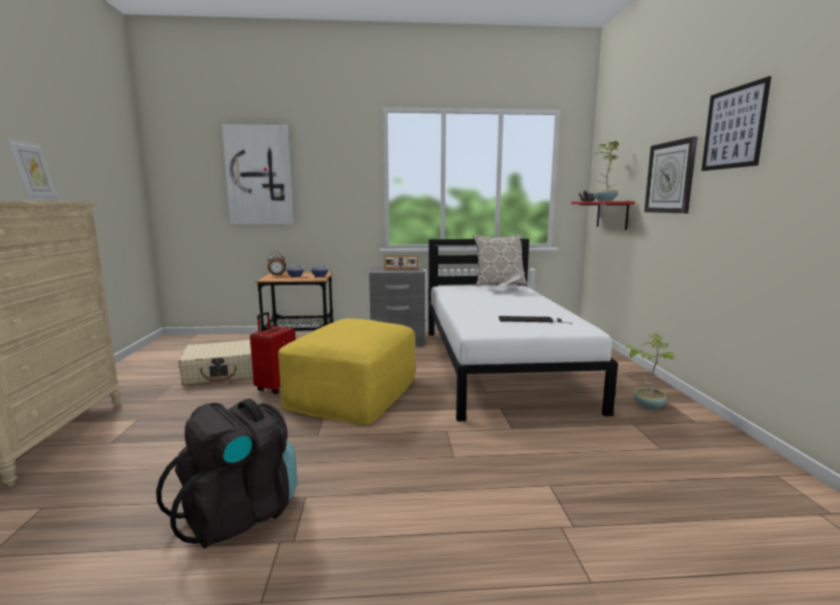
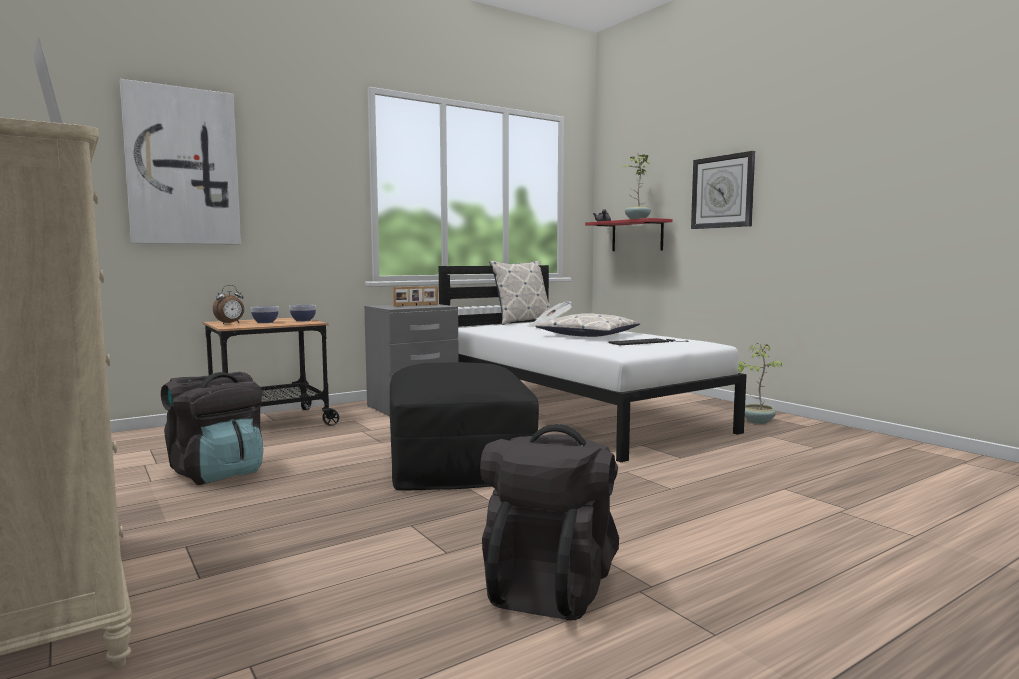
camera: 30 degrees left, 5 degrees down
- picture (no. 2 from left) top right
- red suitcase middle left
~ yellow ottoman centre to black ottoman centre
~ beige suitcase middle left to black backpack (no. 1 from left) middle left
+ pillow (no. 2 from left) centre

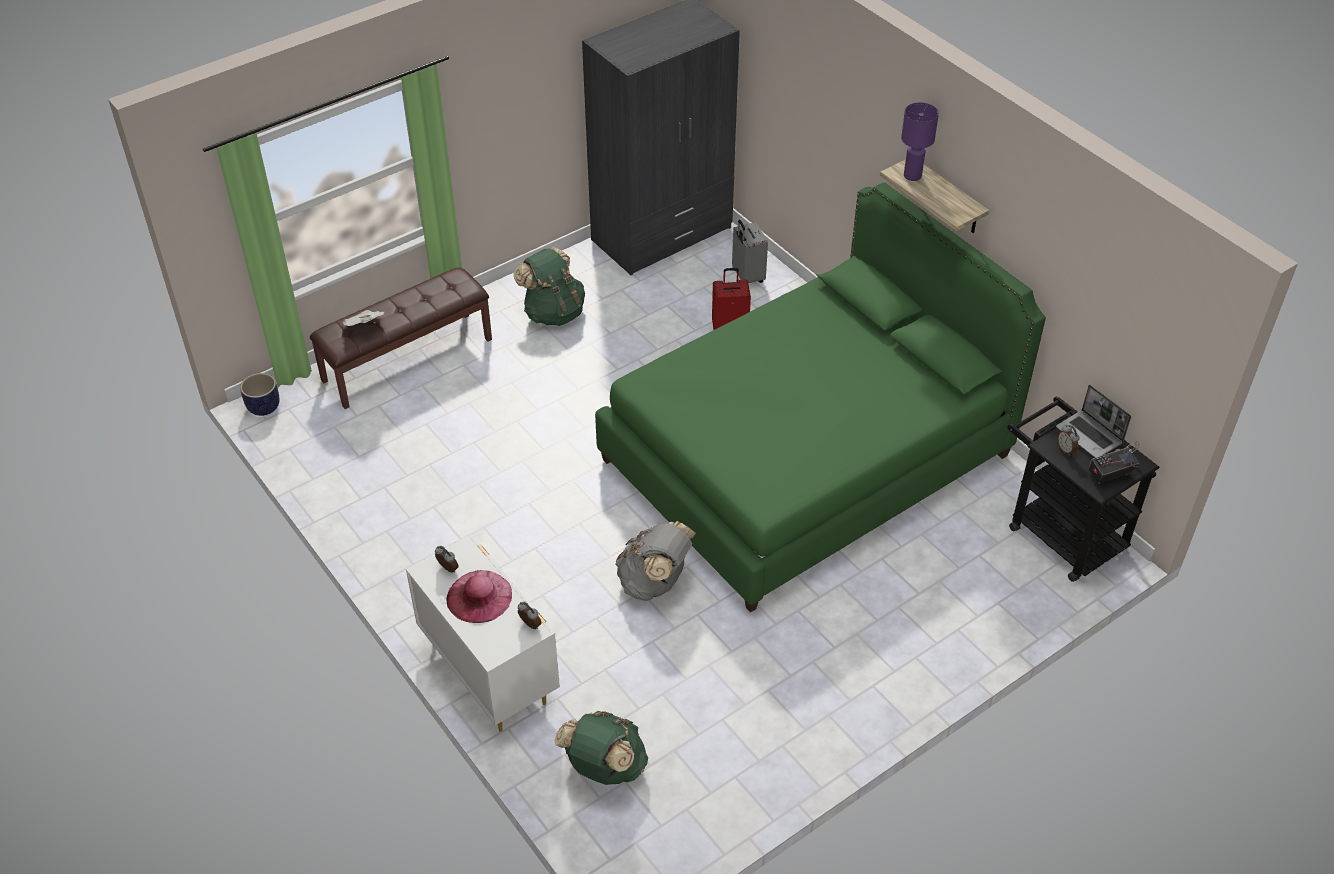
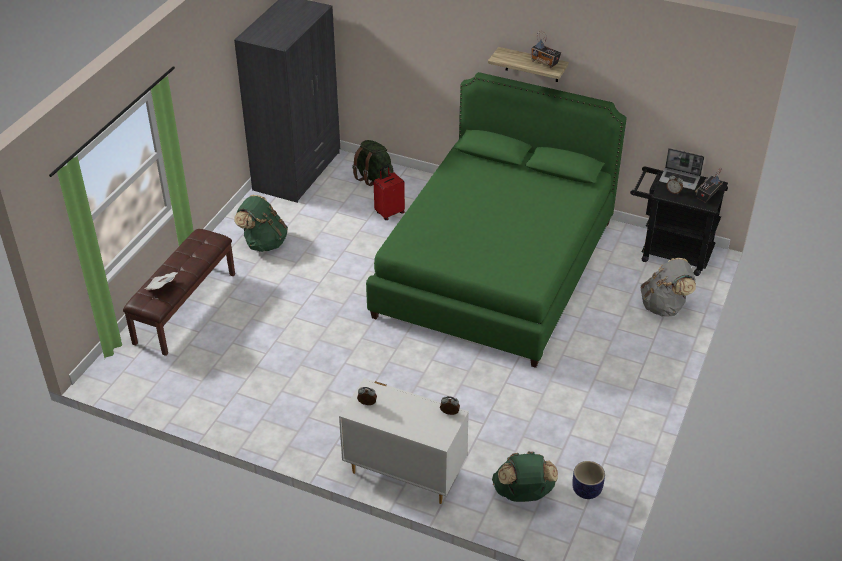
camera: 30 degrees left, 5 degrees down
- purple table lamp top right
~ grey suitcase top centre to green backpack (no. 2 from left) top centre
~ planter middle left to bottom right
~ grey backpack centre to middle right
- pink hat bottom centre
+ radio (no. 1 from left) top centre

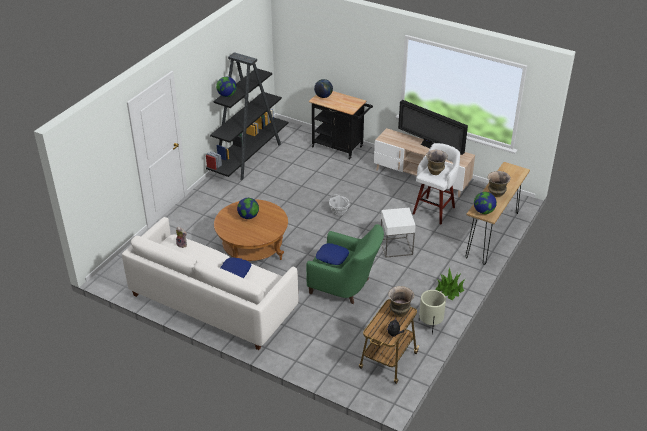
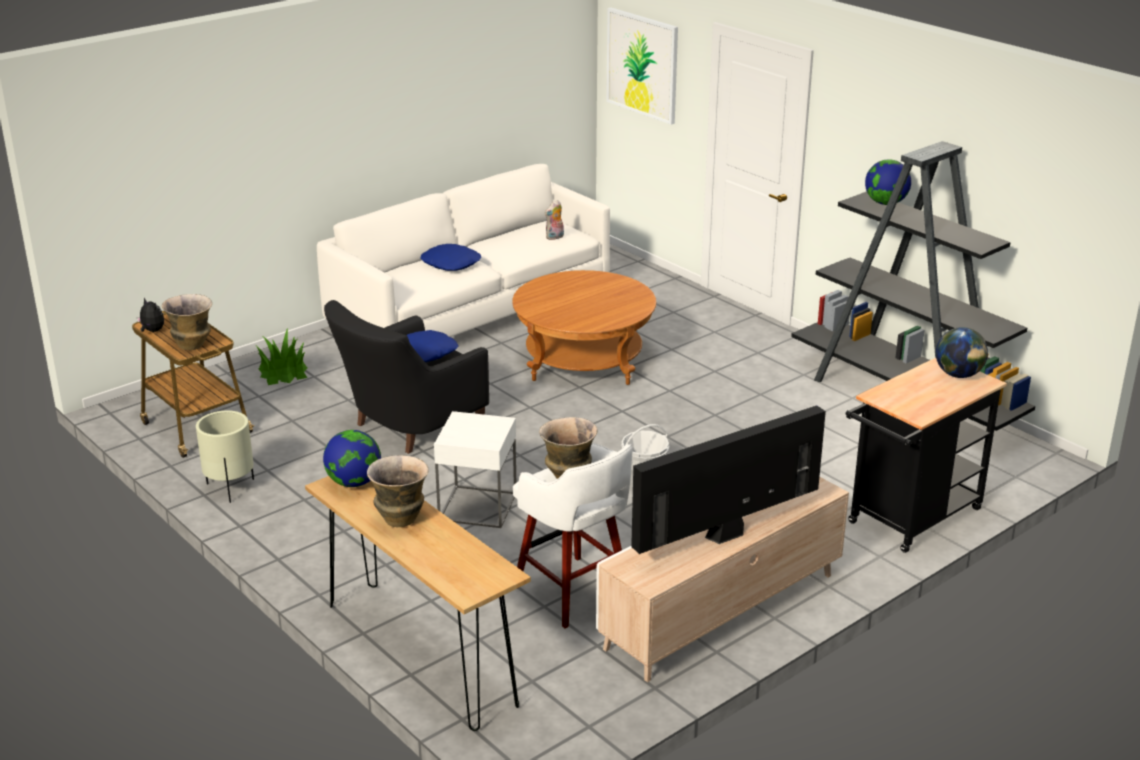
camera: 110 degrees right, 10 degrees down
- globe (no. 2 from left) centre
~ green armchair centre to black armchair centre
~ potted plant middle right to middle left
+ picture top centre

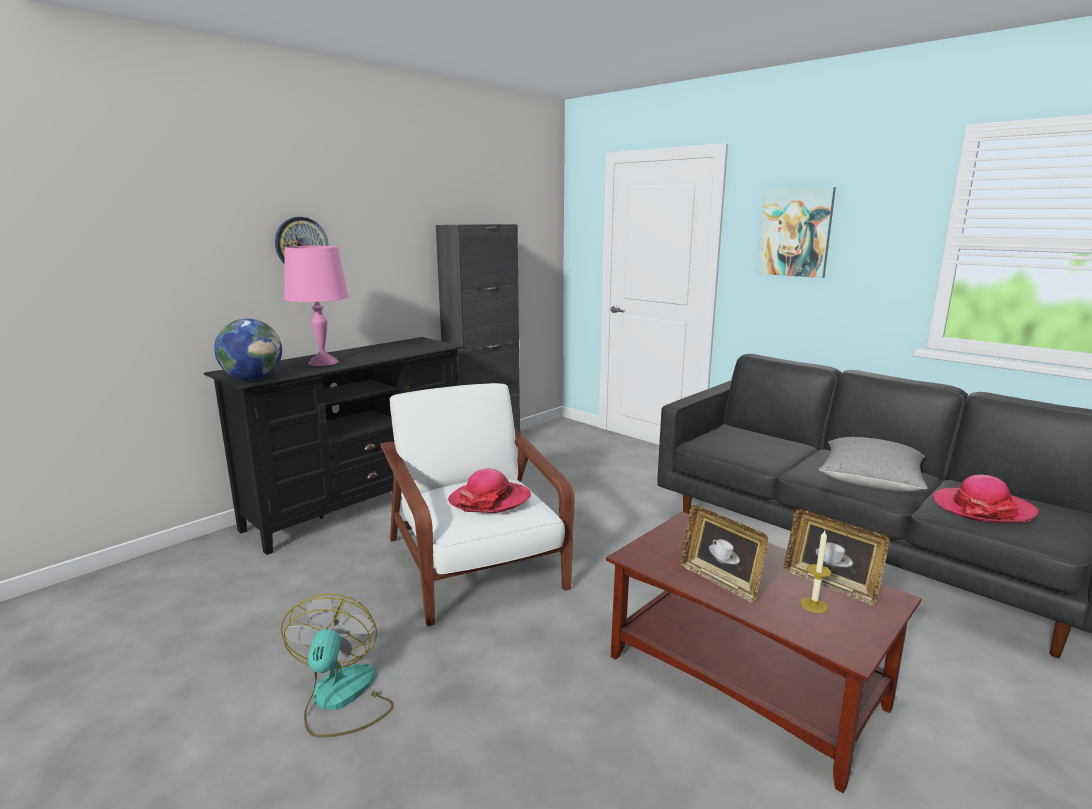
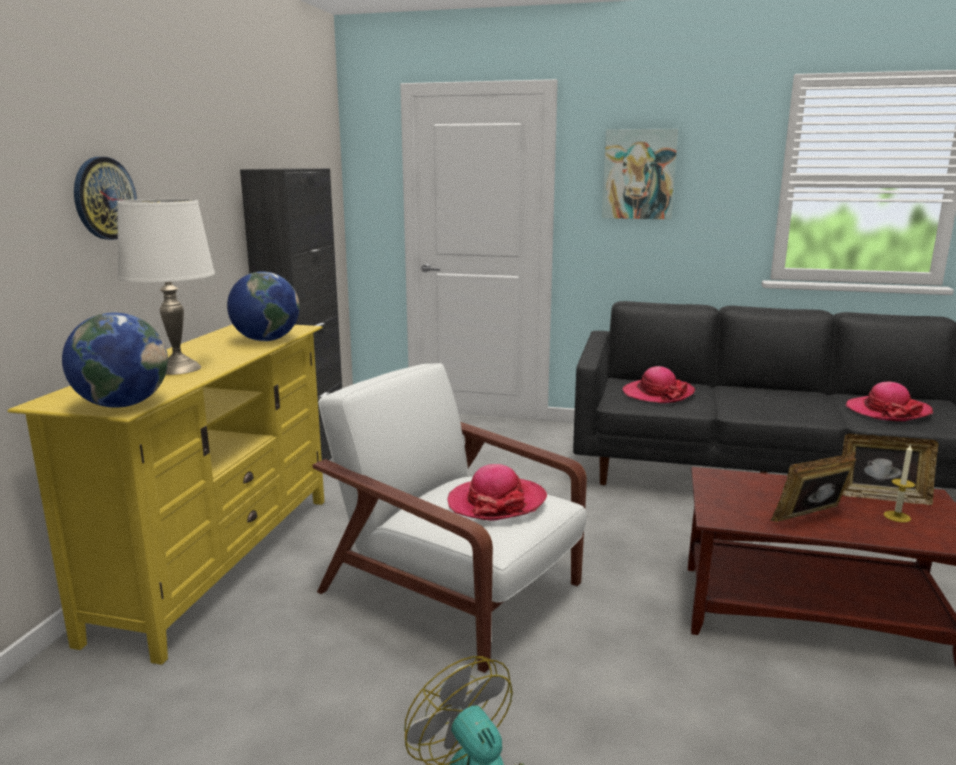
camera: 30 degrees left, 0 degrees up
~ pink table lamp middle left to white table lamp middle left
~ black tv stand middle left to yellow tv stand middle left
- grey pillow middle right
~ picture frame (no. 1 from left) bottom centre = middle right 135 degrees clockwise
+ globe (no. 2 from left) middle left
+ hat (no. 2 from left) middle right

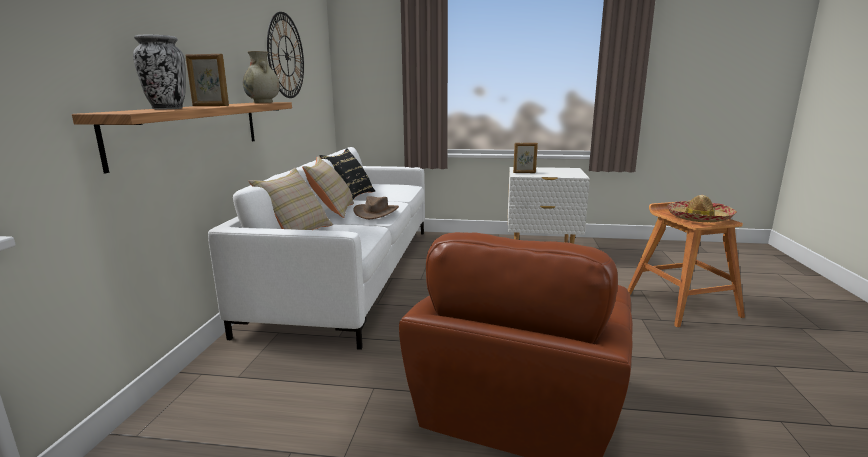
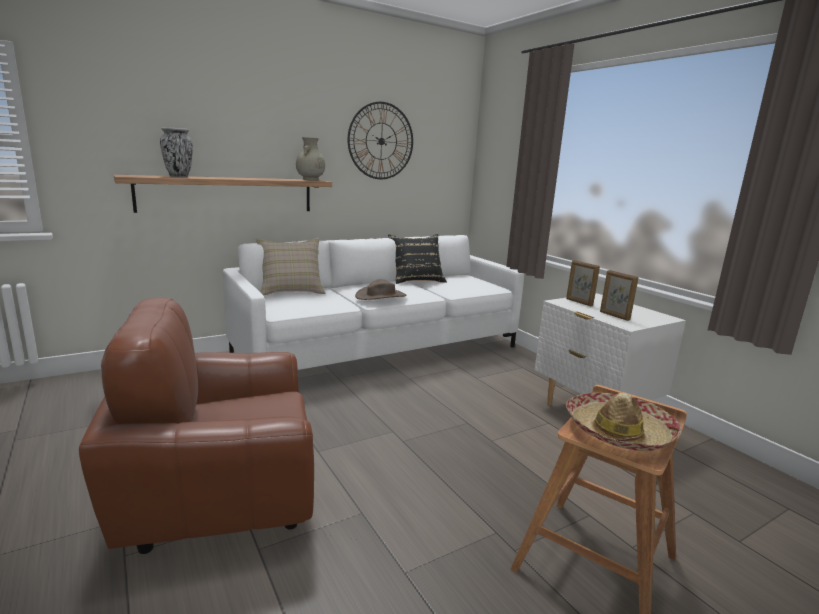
camera: 50 degrees right, 0 degrees up
~ picture frame (no. 1 from left in the first image) top left to picture frame (no. 2 from left) middle right
- beige pillow (no. 2 from left) centre

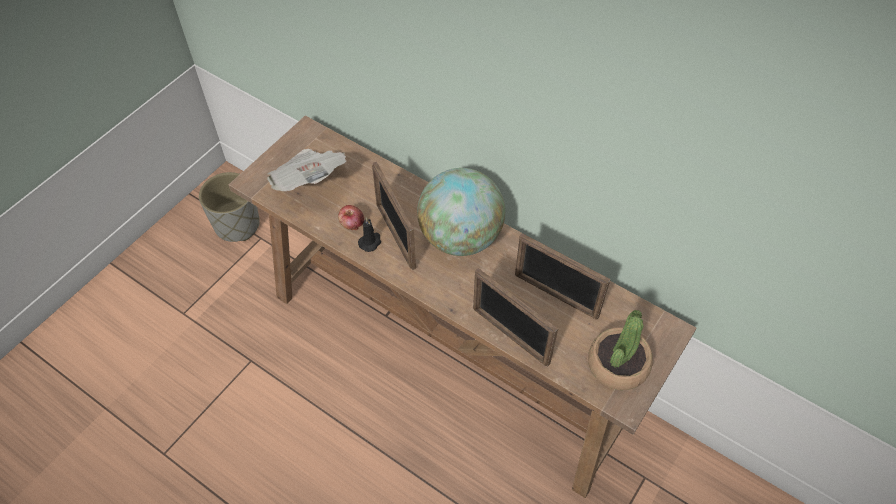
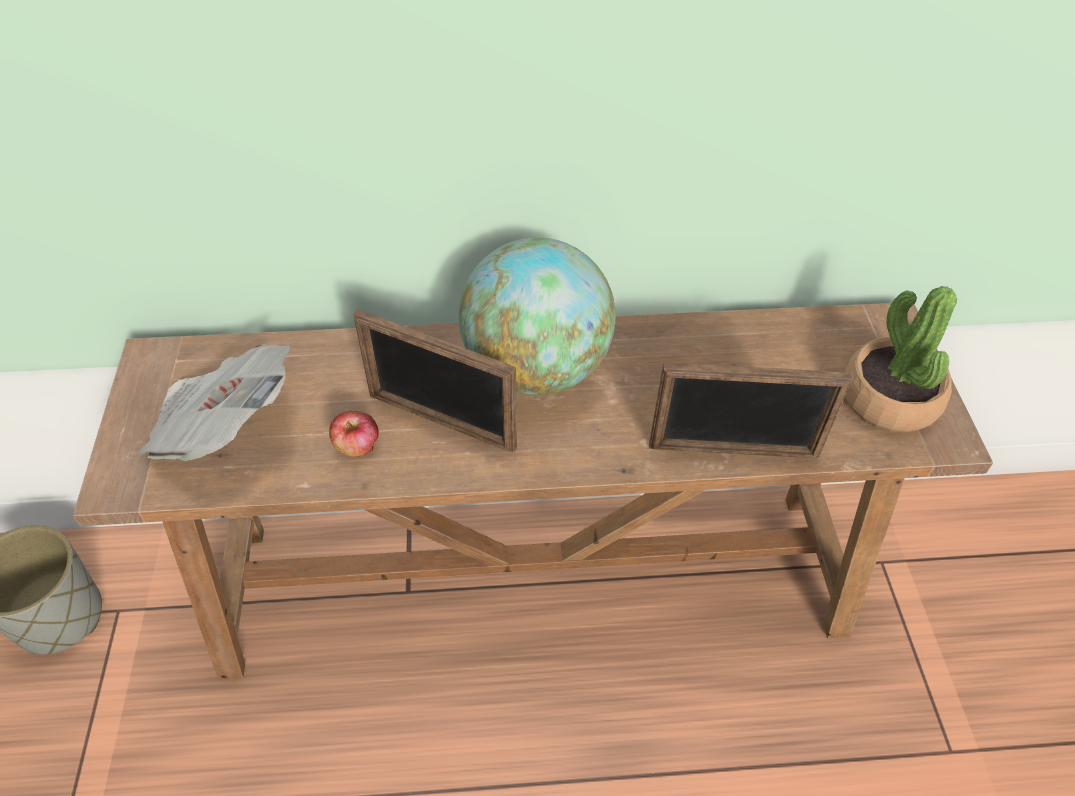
camera: 40 degrees left, 5 degrees down
- black candle centre
- picture frame (no. 3 from left) centre

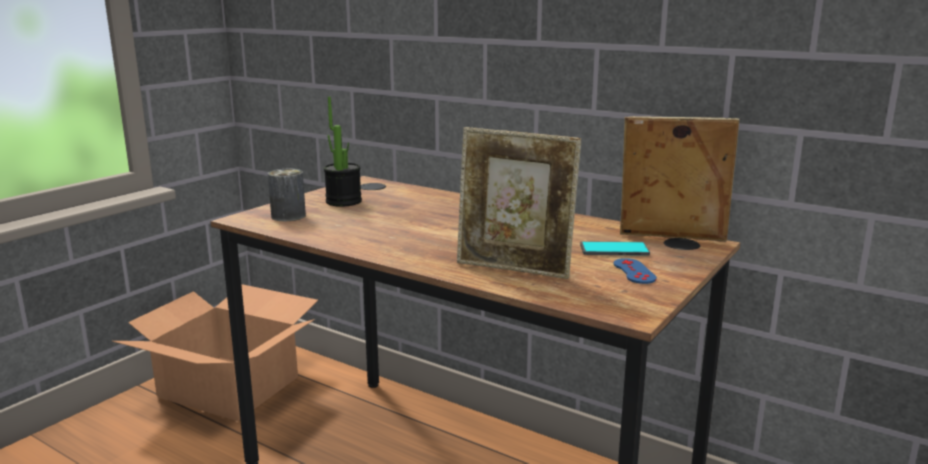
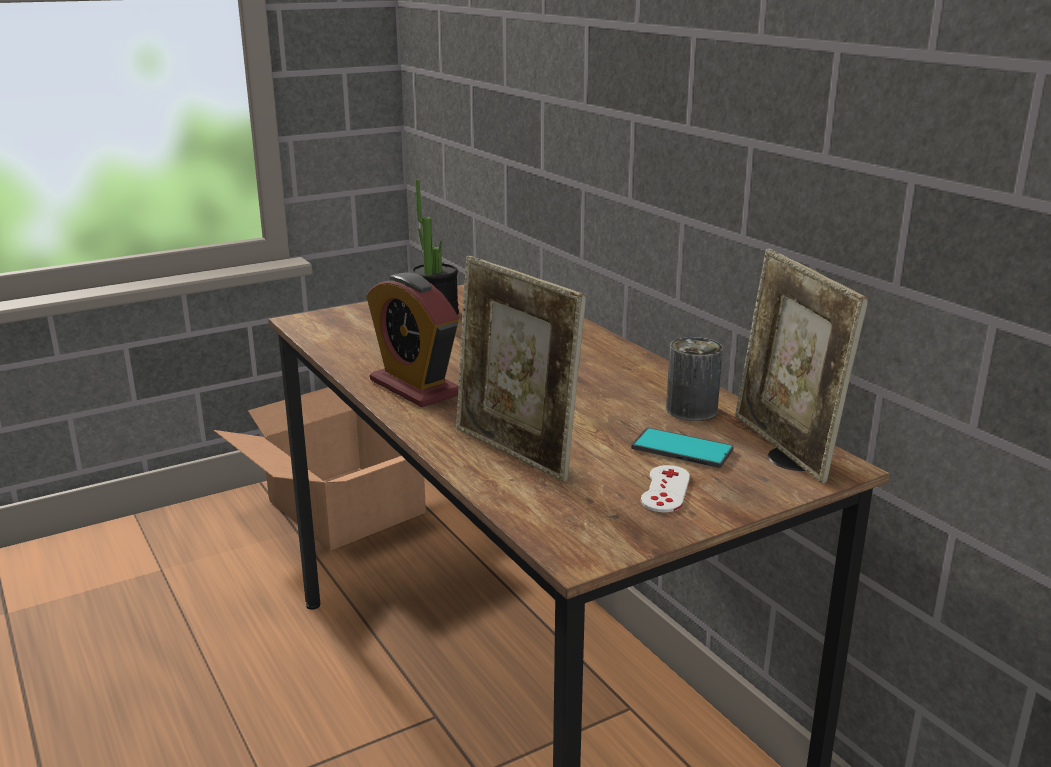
camera: 25 degrees right, 5 degrees up
~ picture frame (no. 2 from left) middle right = middle right 150 degrees counterclockwise
~ can middle left to centre
~ blue game controller middle right to white game controller centre
+ alarm clock centre

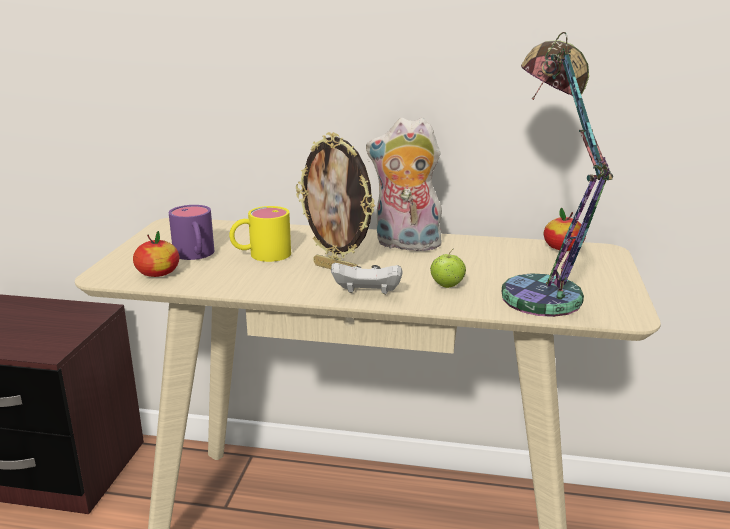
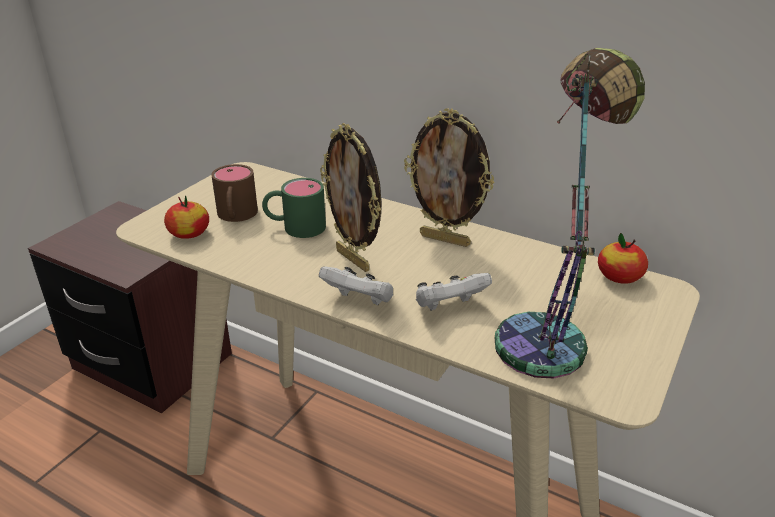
camera: 20 degrees right, 10 degrees up
~ plush toy centre to picture frame (no. 2 from left) centre
~ purple mug middle left to brown mug middle left
~ yellow mug centre to green mug centre
~ apple (no. 2 from left) centre to white game controller (no. 2 from left) centre

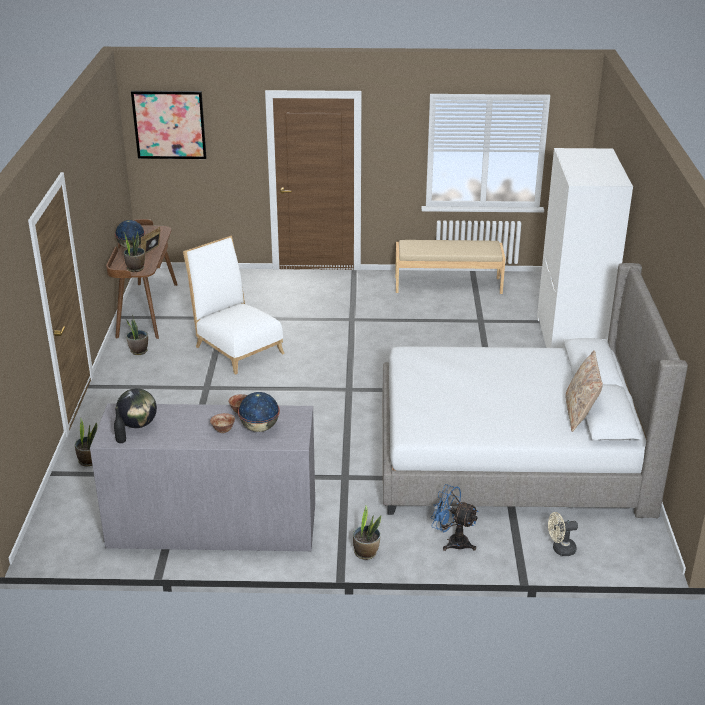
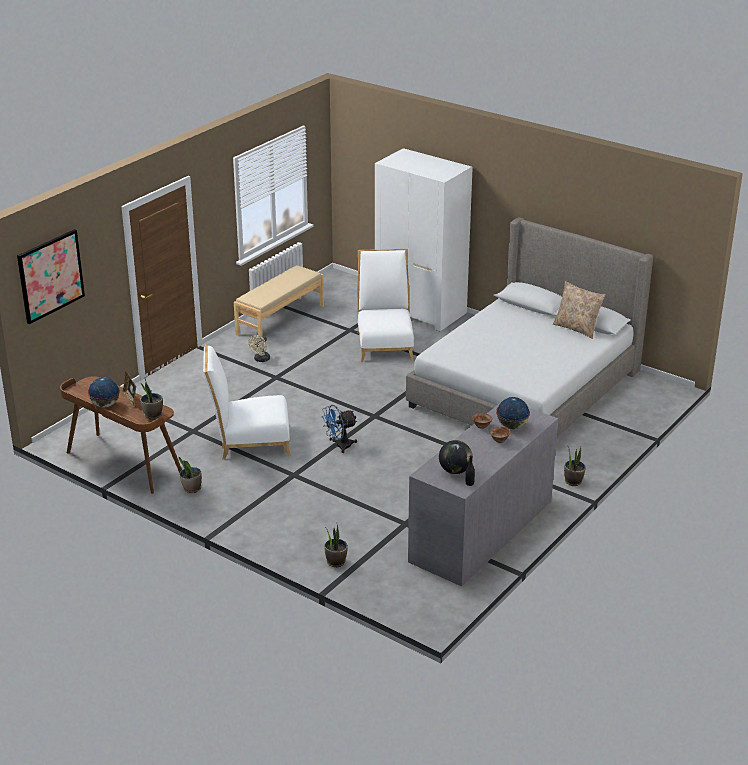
camera: 55 degrees left, 0 degrees up
~ blue fan bottom centre to centre
~ beige fan bottom right to centre
+ white chair (no. 2 from left) centre

